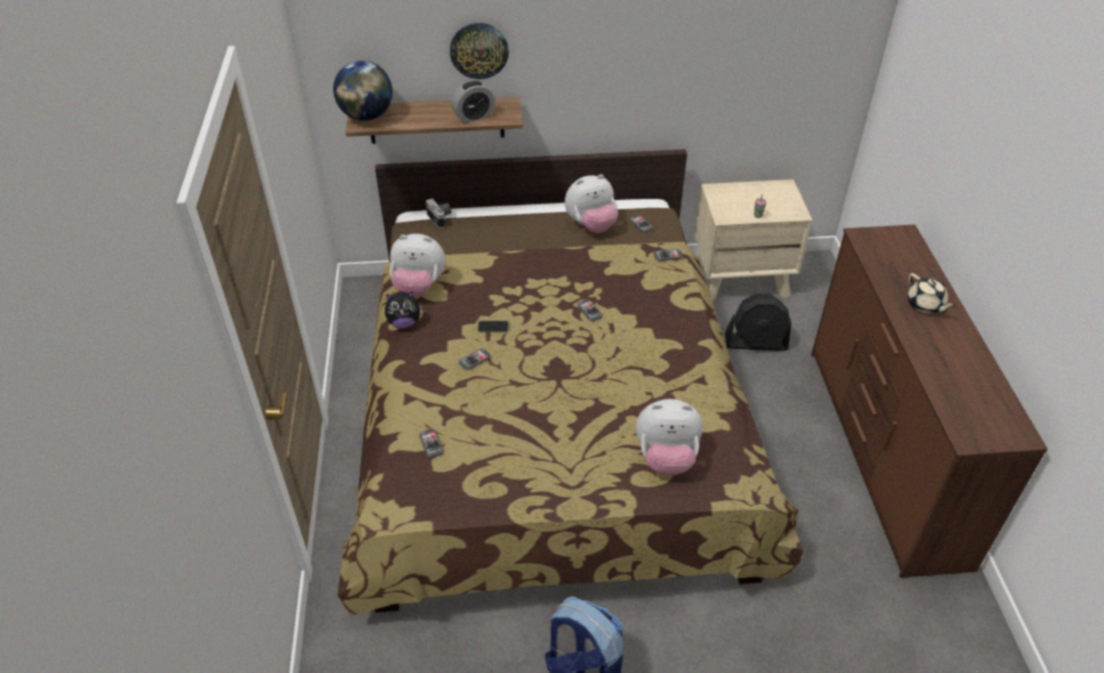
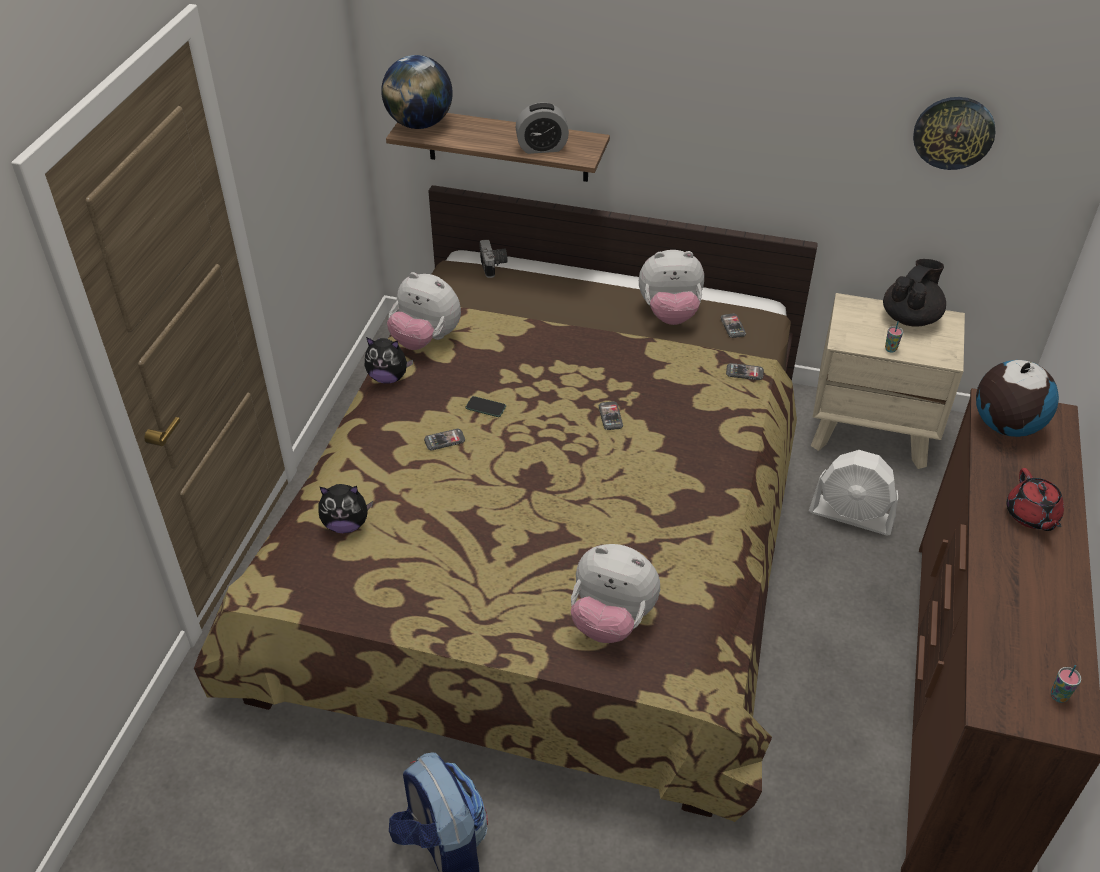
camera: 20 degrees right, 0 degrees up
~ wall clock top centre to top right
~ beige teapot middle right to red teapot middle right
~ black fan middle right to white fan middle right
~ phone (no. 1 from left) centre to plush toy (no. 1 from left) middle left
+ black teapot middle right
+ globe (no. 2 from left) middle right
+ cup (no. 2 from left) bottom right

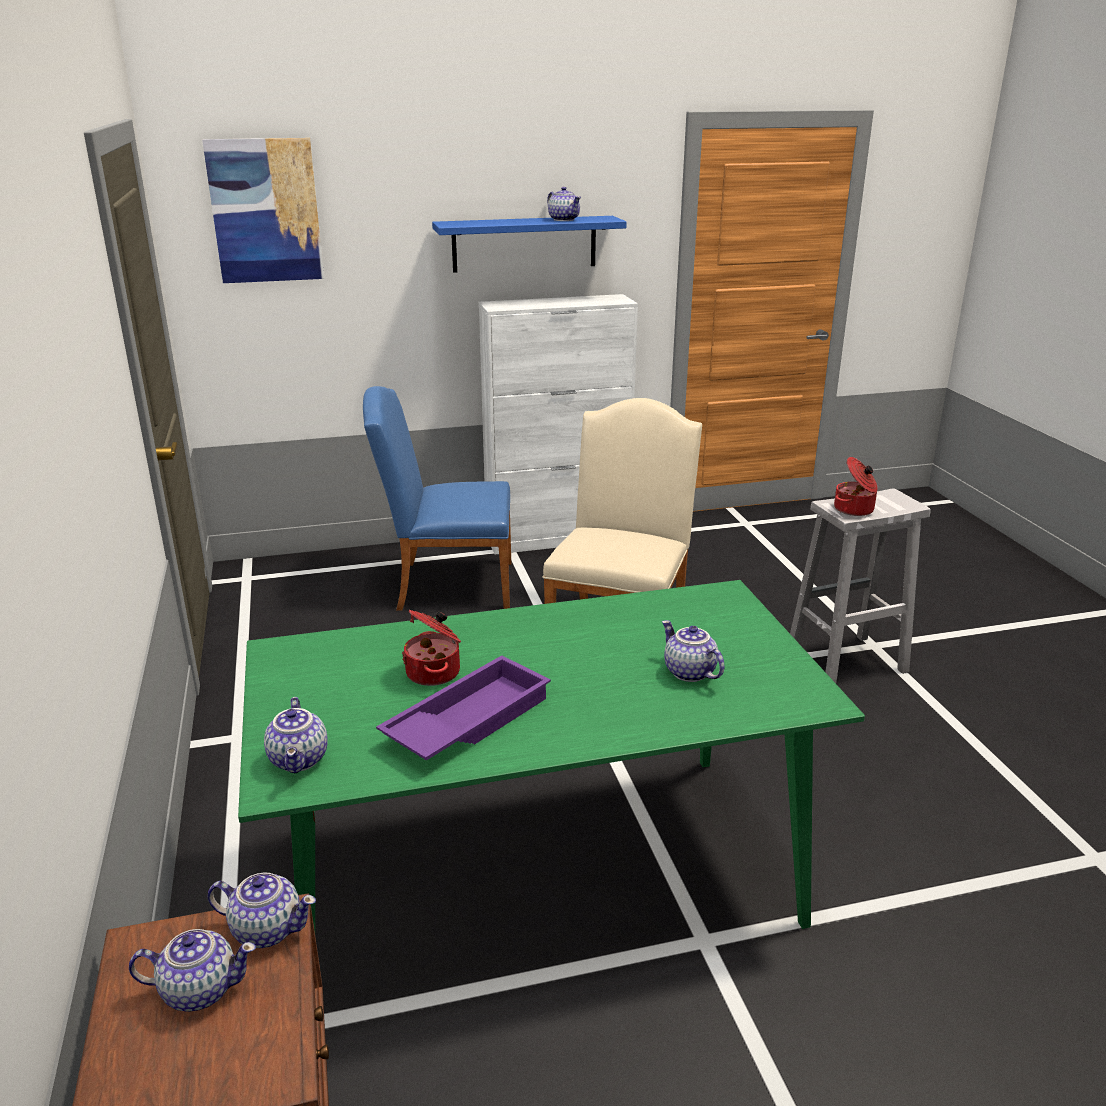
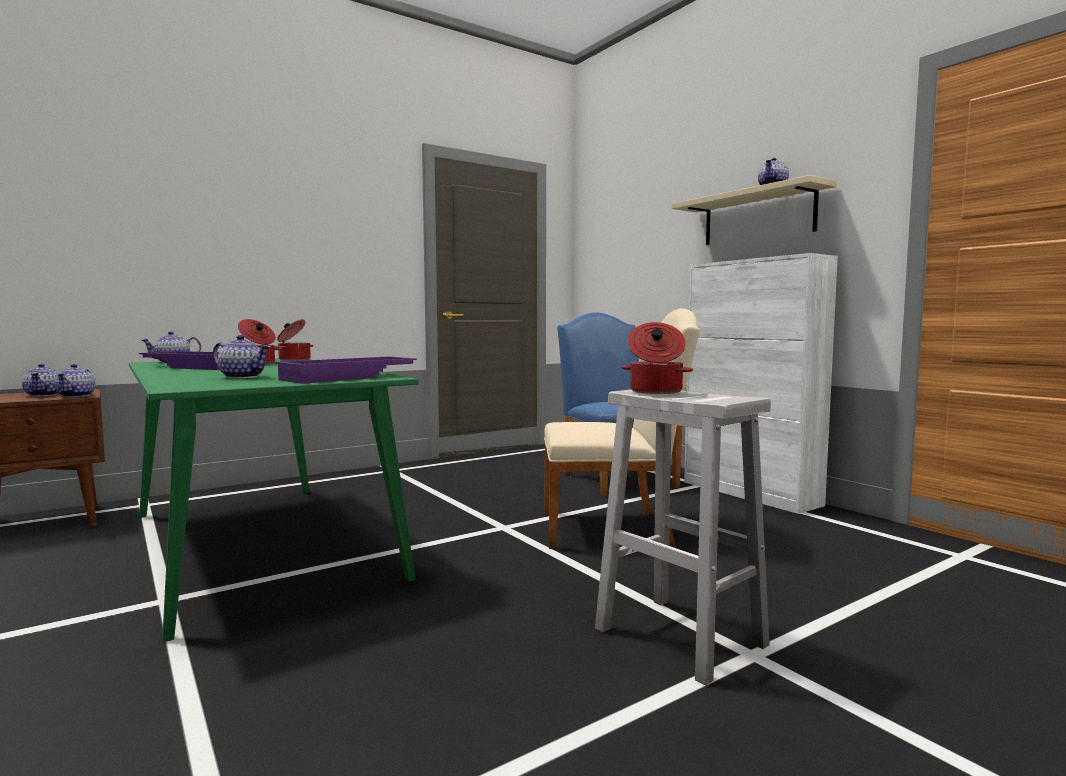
camera: 70 degrees right, 20 degrees down
- picture top left
~ blue shelf top centre to beige shelf top right
~ teapot (no. 5 from left in the first image) centre = middle left 75 degrees clockwise
+ cooking pot (no. 2 from left) middle left
+ purple tray (no. 2 from left) middle left

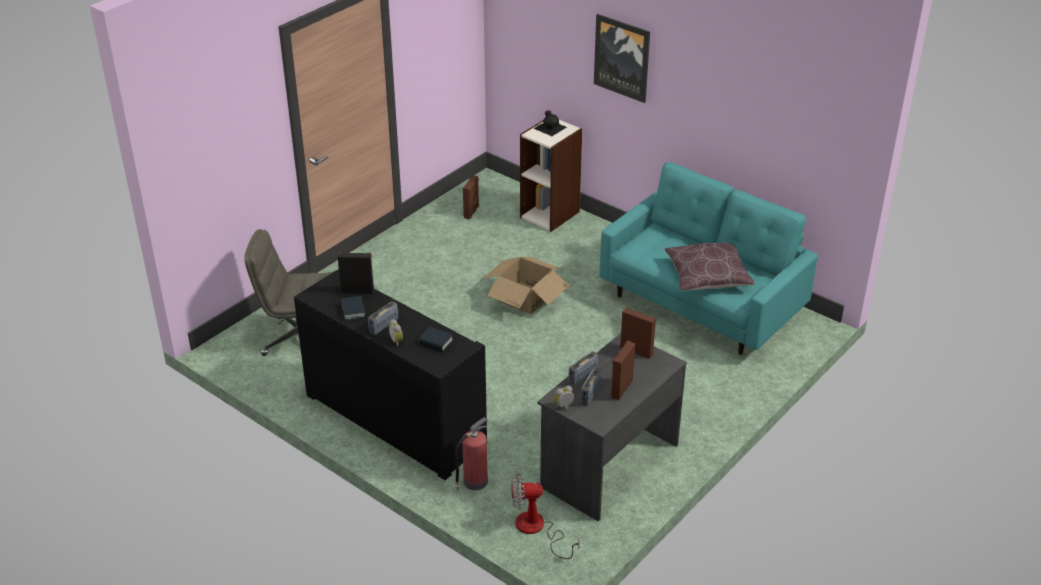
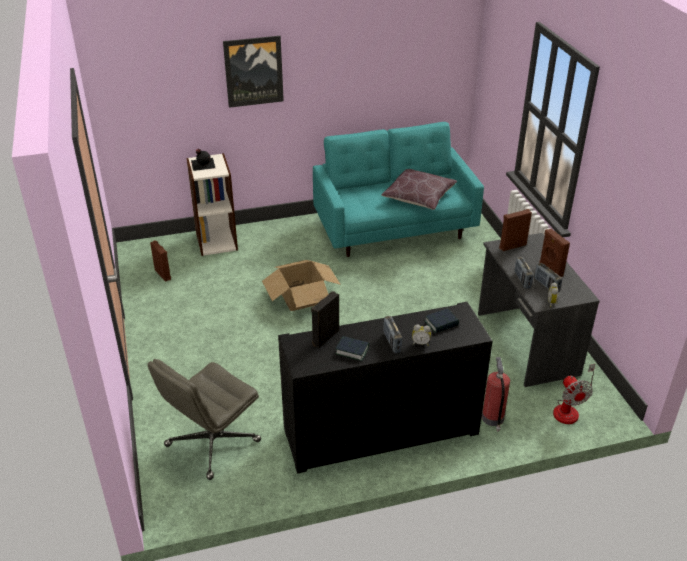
camera: 55 degrees left, 0 degrees up
~ fan bottom centre = bottom right 45 degrees counterclockwise

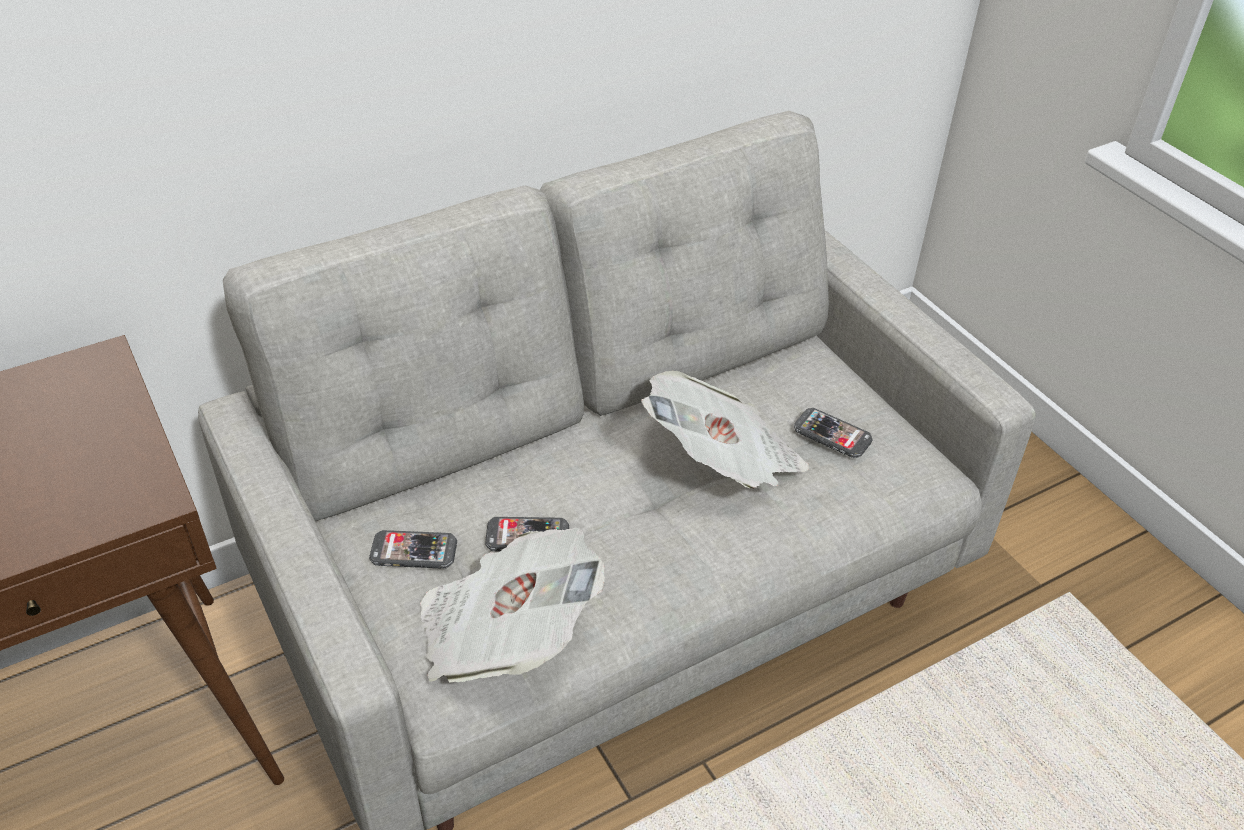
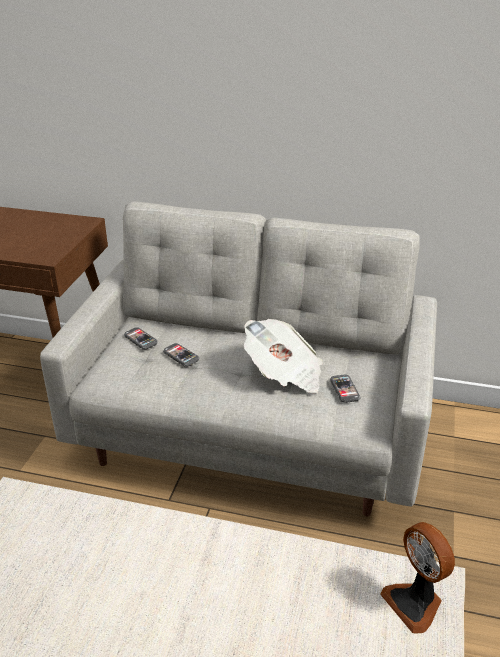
camera: 45 degrees right, 10 degrees down
- newspaper (no. 1 from left) bottom centre
+ fan bottom right

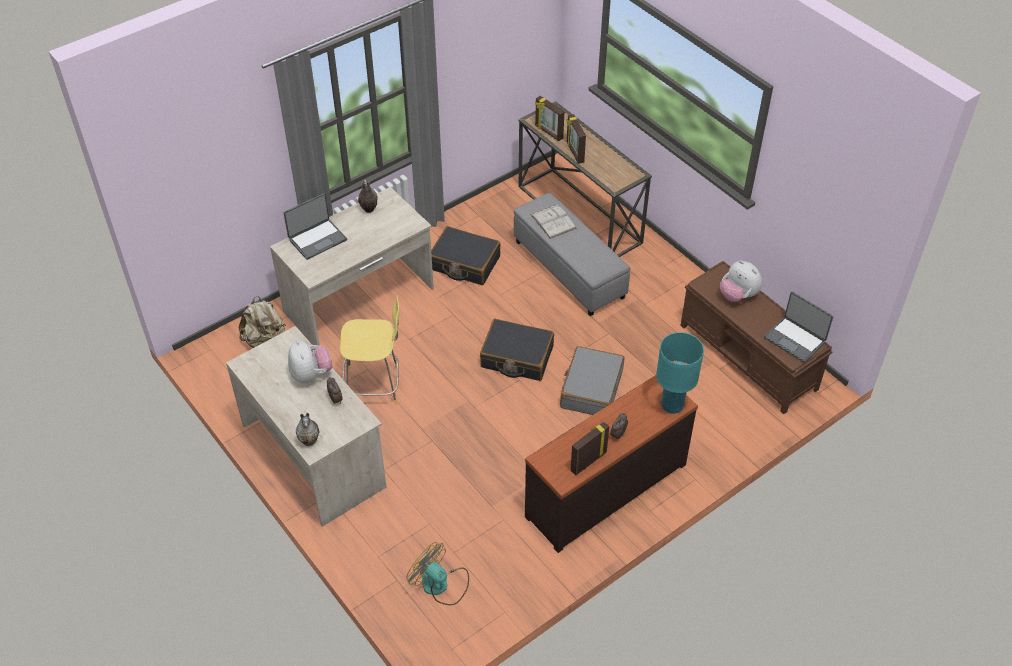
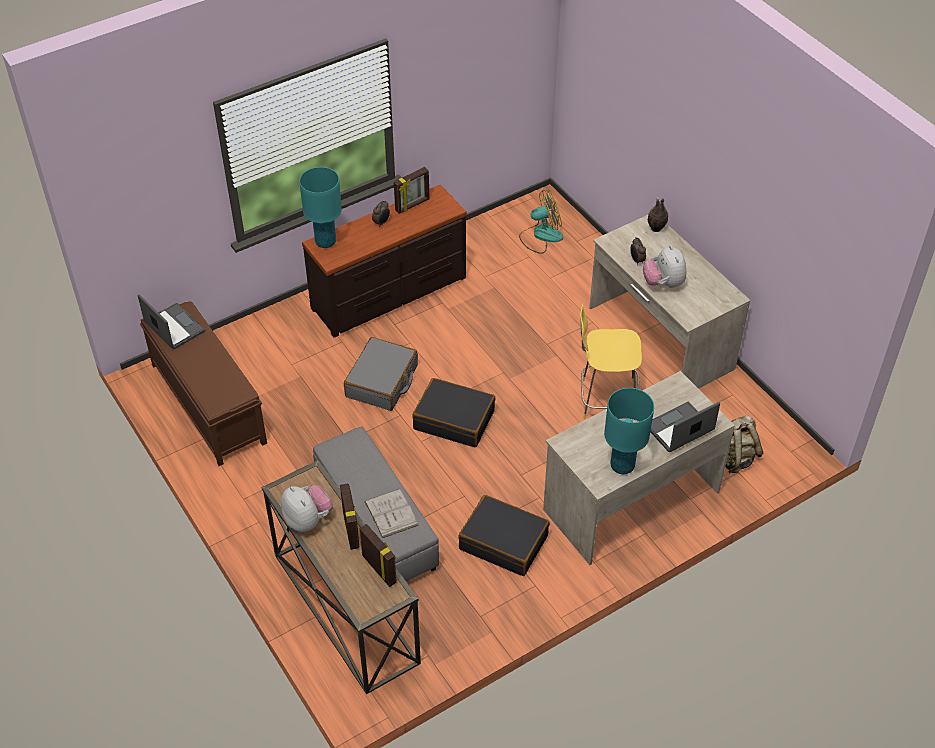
camera: 175 degrees left, 0 degrees up
~ vase (no. 2 from left) top centre to turquoise table lamp (no. 2 from left) middle right
~ plush toy (no. 2 from left in the first image) middle right to plush toy (no. 1 from left) bottom left
~ fan bottom centre = top centre 60 degrees counterclockwise

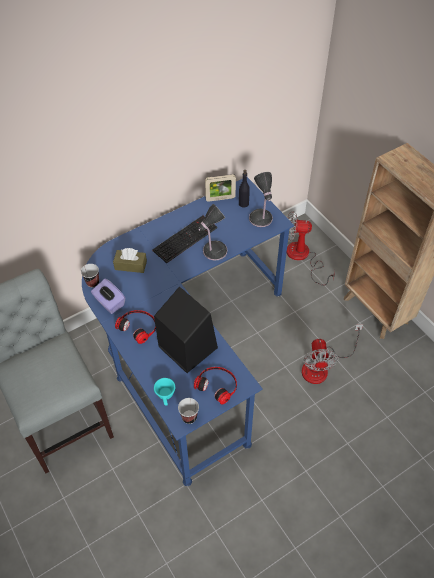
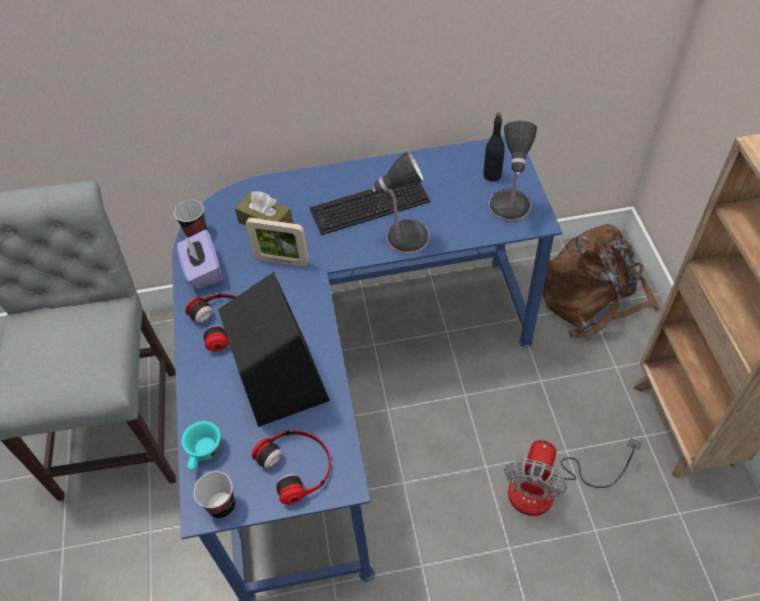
camera: 25 degrees right, 0 degrees up
~ picture frame top centre to centre
~ fan (no. 1 from left) middle right to brown backpack middle right

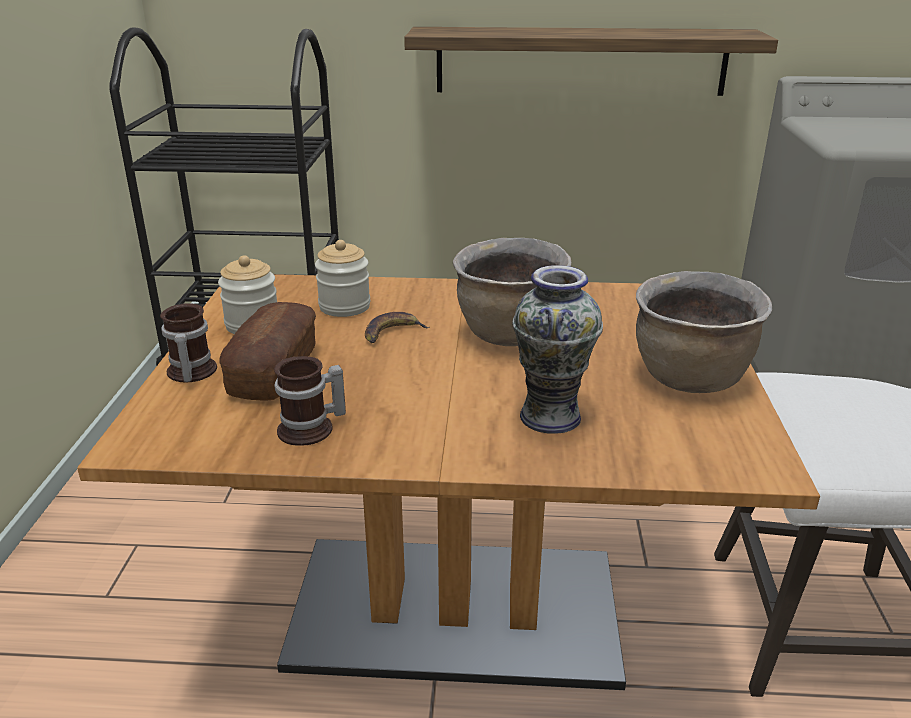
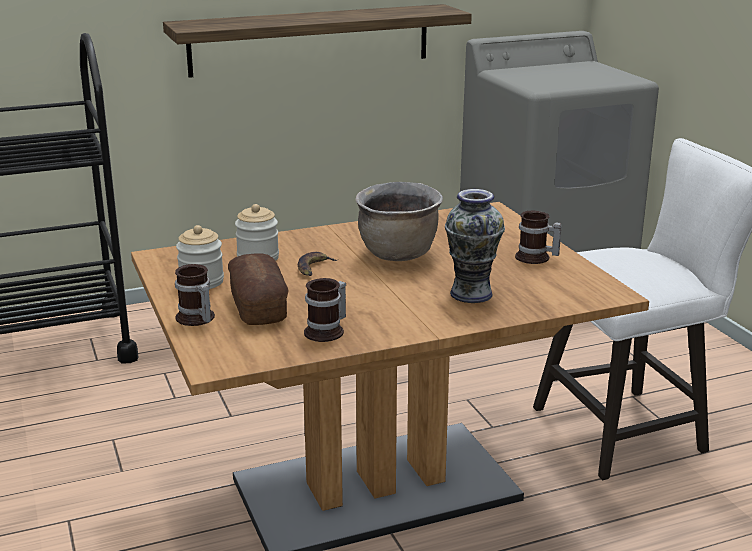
camera: 25 degrees left, 5 degrees down
~ brown cooking pot (no. 2 from left) middle right to mug (no. 3 from left) middle right

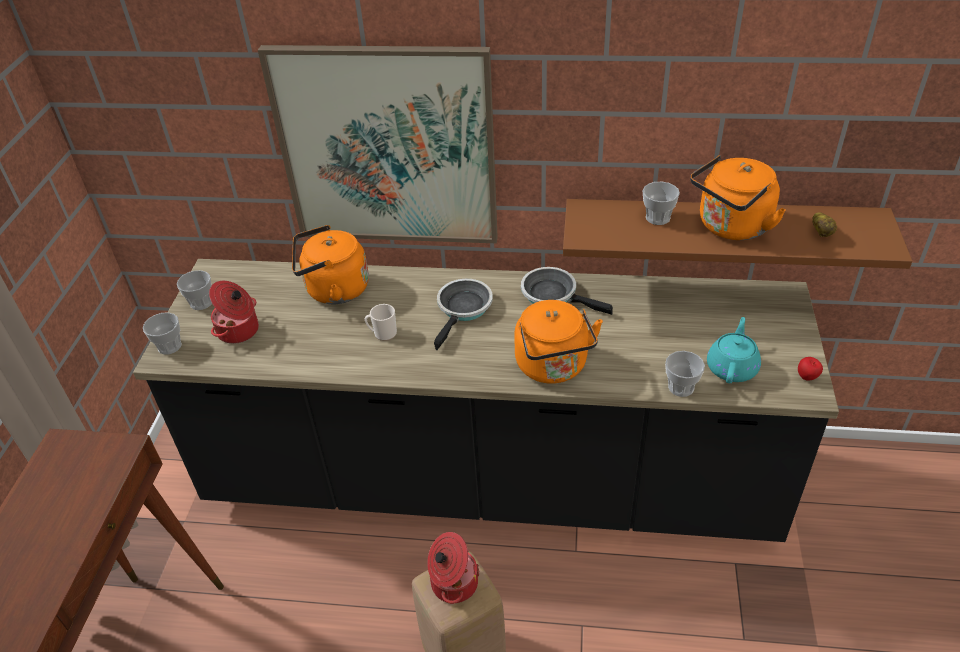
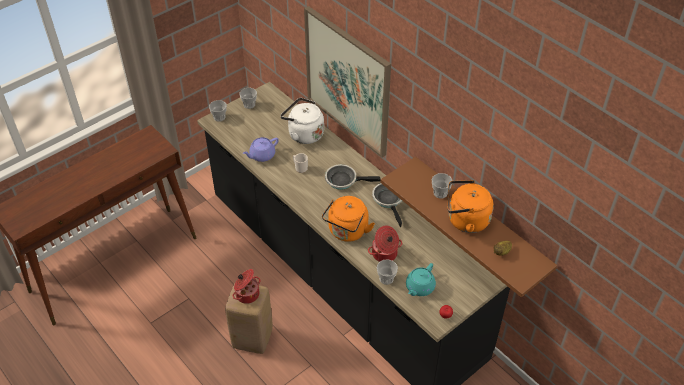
camera: 40 degrees right, 5 degrees up
~ orange kettle (no. 1 from left) centre to white kettle top centre
~ frying pan (no. 1 from left) centre = centre 150 degrees counterclockwise
~ cooking pot (no. 1 from left in the first image) middle left to cooking pot (no. 2 from left) centre
~ turquoise teapot middle right = bottom centre 150 degrees clockwise
+ purple teapot centre

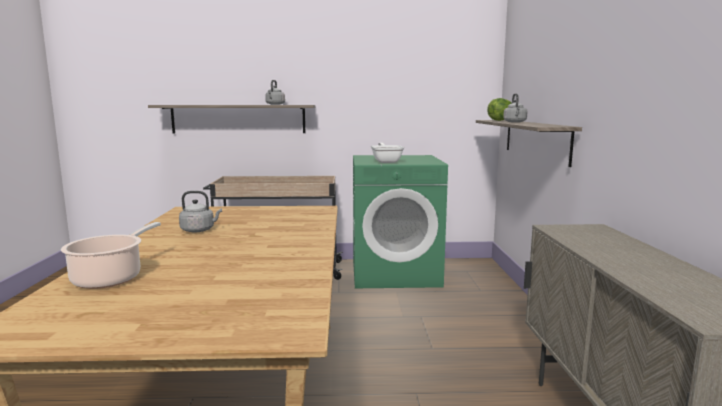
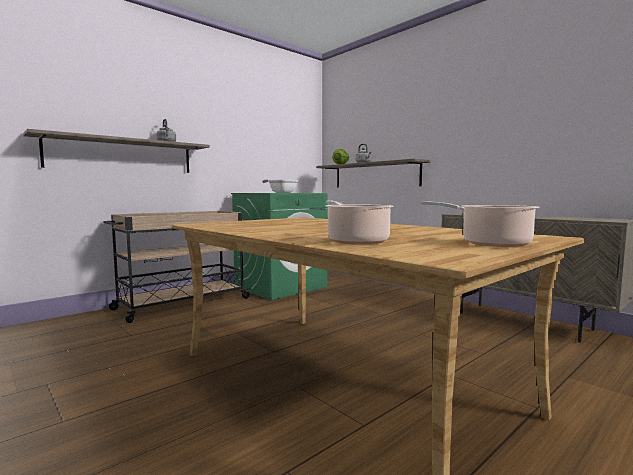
camera: 40 degrees left, 5 degrees down
- grey kettle (no. 1 from left) middle left
+ cooking pot (no. 2 from left) middle right

